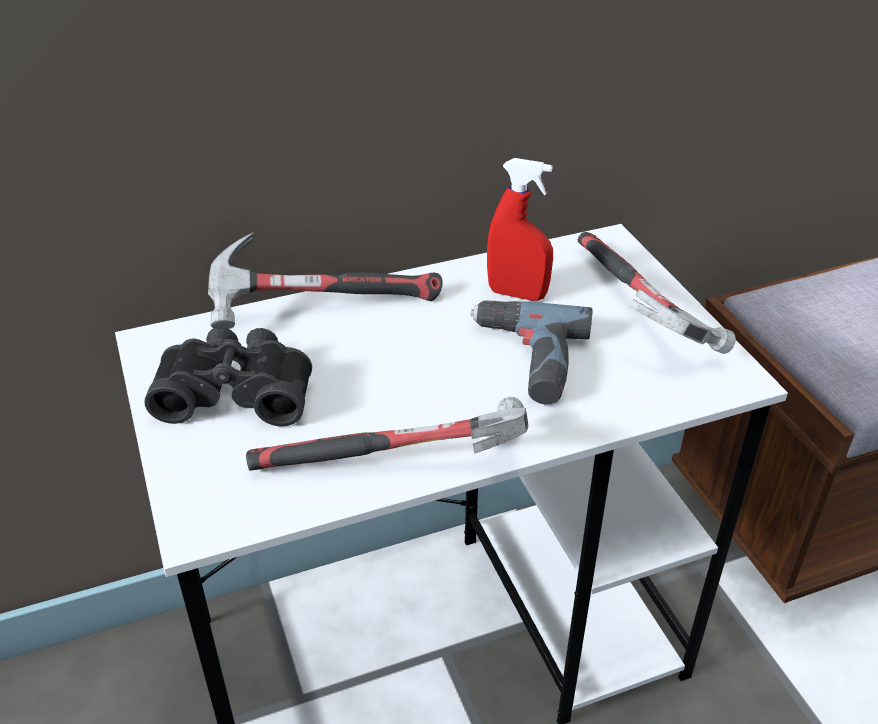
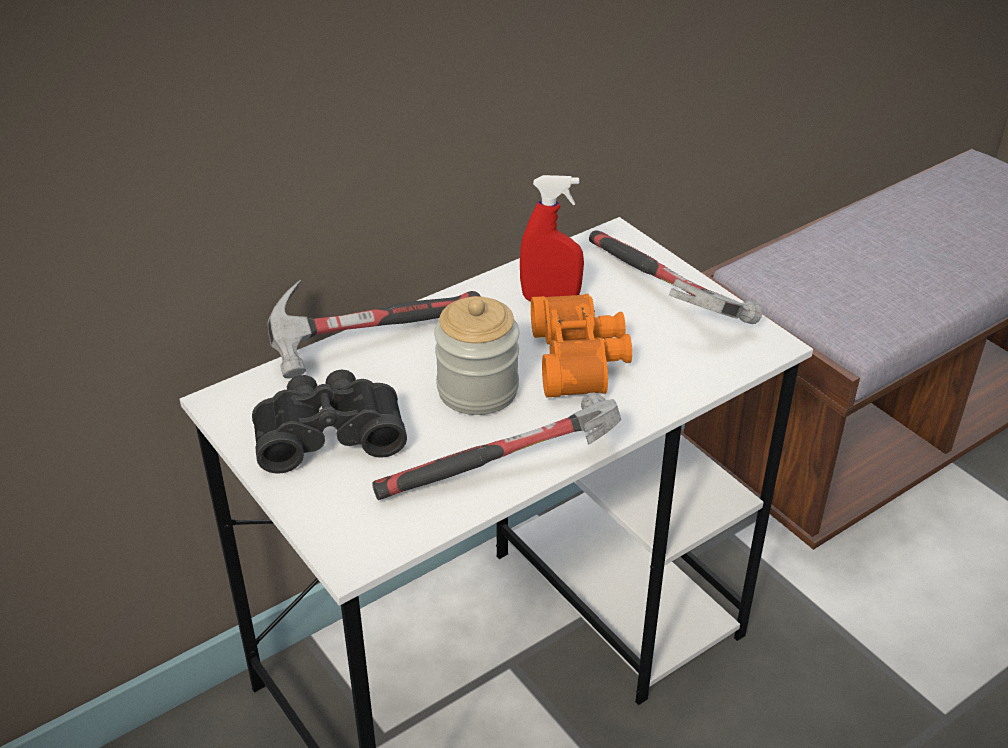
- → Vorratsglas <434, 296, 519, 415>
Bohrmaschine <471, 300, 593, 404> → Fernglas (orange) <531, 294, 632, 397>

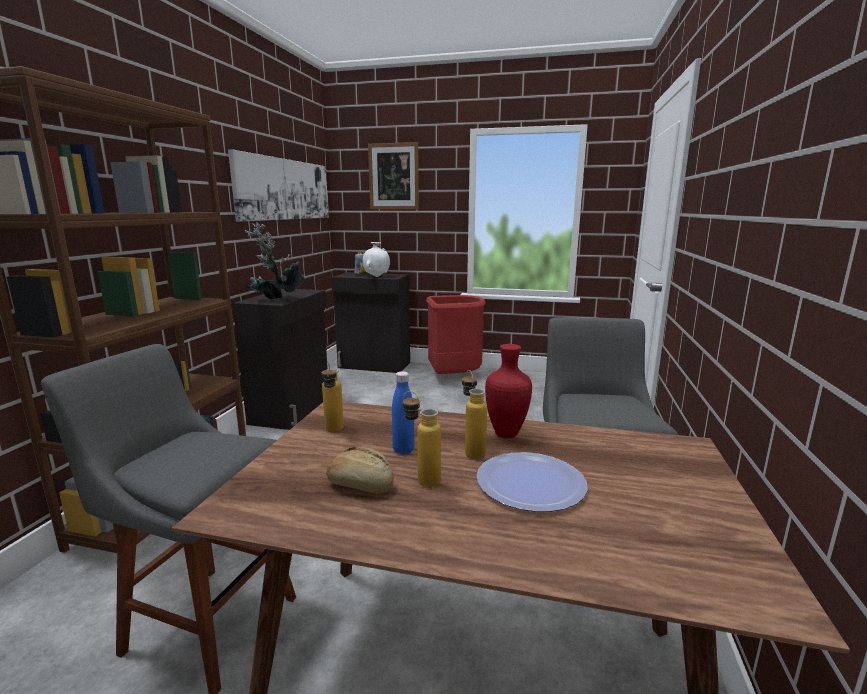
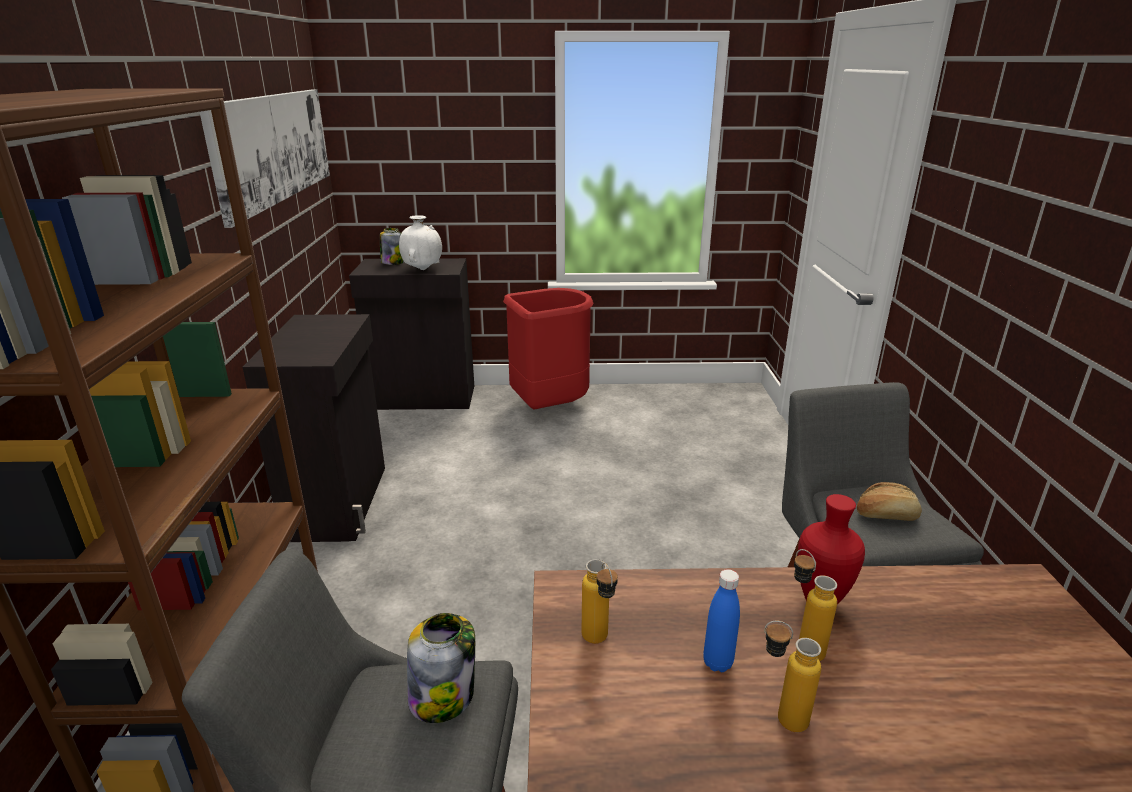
Topfpflanze <245, 222, 305, 299> → -
Bild <368, 142, 419, 209> → -
Teller <476, 452, 588, 512> → -
- → Vorratsglas <407, 613, 475, 723>
Brot <326, 446, 394, 494> → Brot <857, 482, 922, 521>, relocated

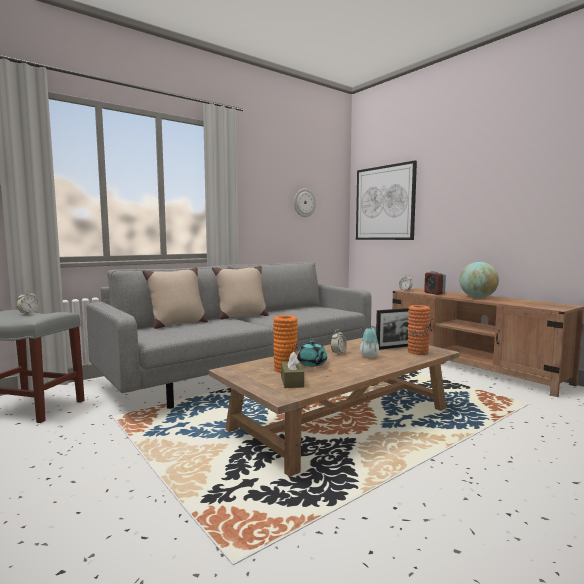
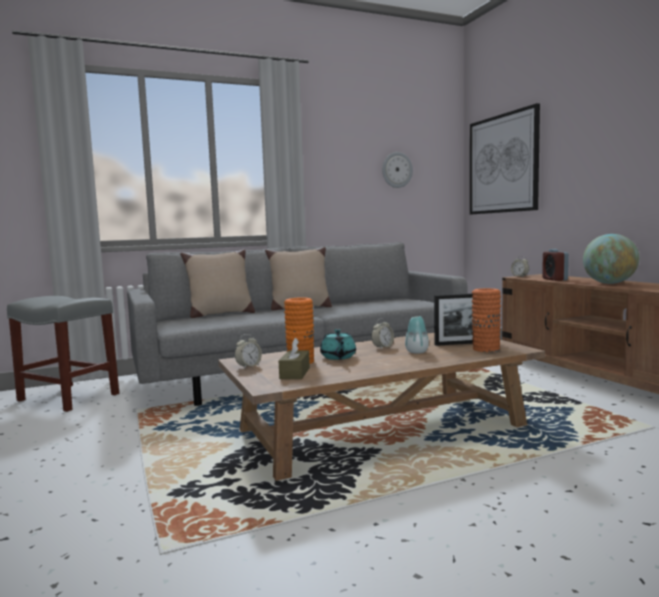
Wecker <17, 290, 40, 314> → Wecker <235, 334, 262, 369>, relocated

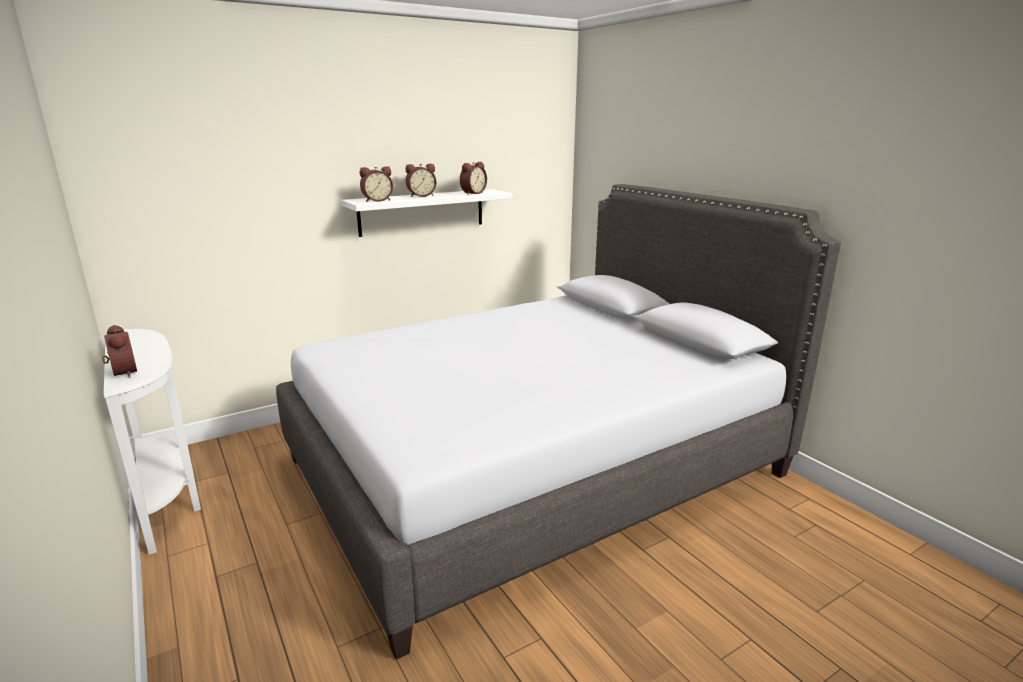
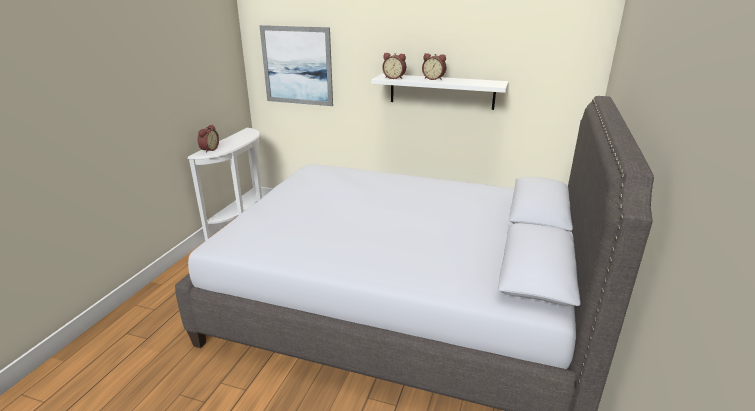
Wecker <460, 162, 487, 194> → -
- → Bild <260, 25, 333, 106>

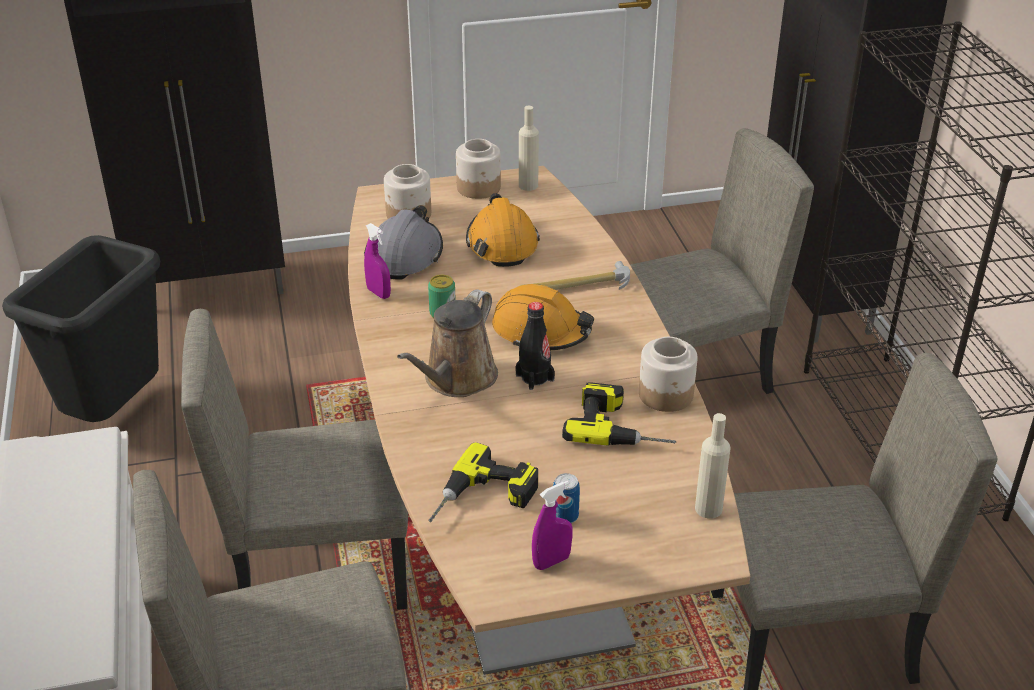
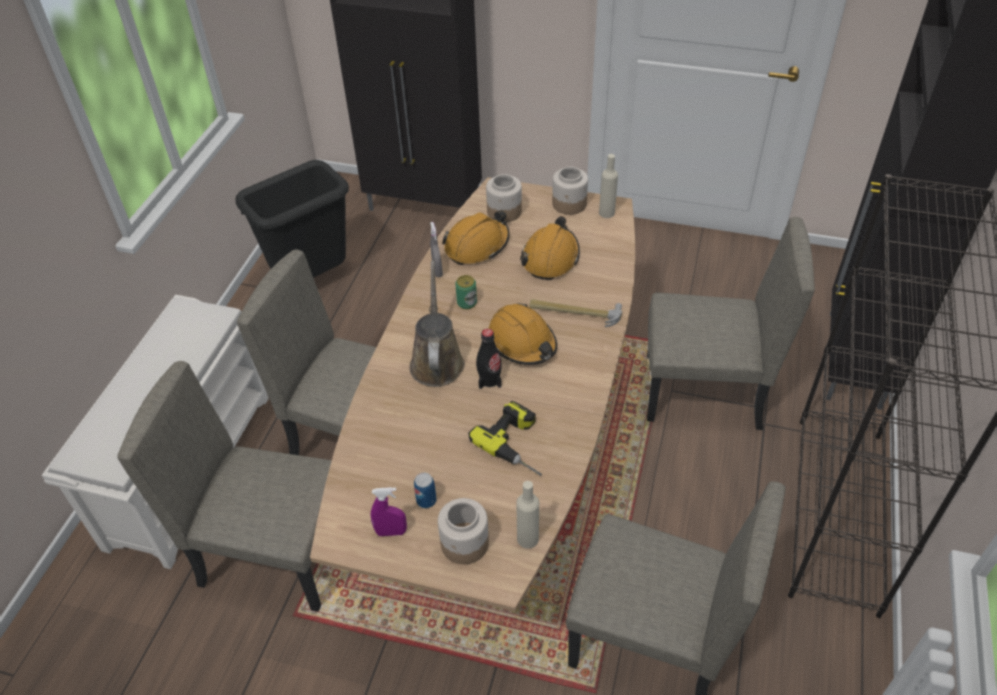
Bohrmaschine <428, 442, 538, 522> → -
Vorratsglas <639, 337, 697, 412> → Vorratsglas <438, 498, 489, 564>, relocated
Schutzhelm (grau) <364, 205, 443, 280> → Schutzhelm (orange) <442, 211, 510, 265>
Sprühflasche (lila) <364, 223, 391, 299> → Sprühflasche (grau) <430, 222, 443, 277>
Gießkanne (braun) <397, 289, 498, 397> → Gießkanne (braun) <409, 261, 465, 387>, 120 degrees clockwise

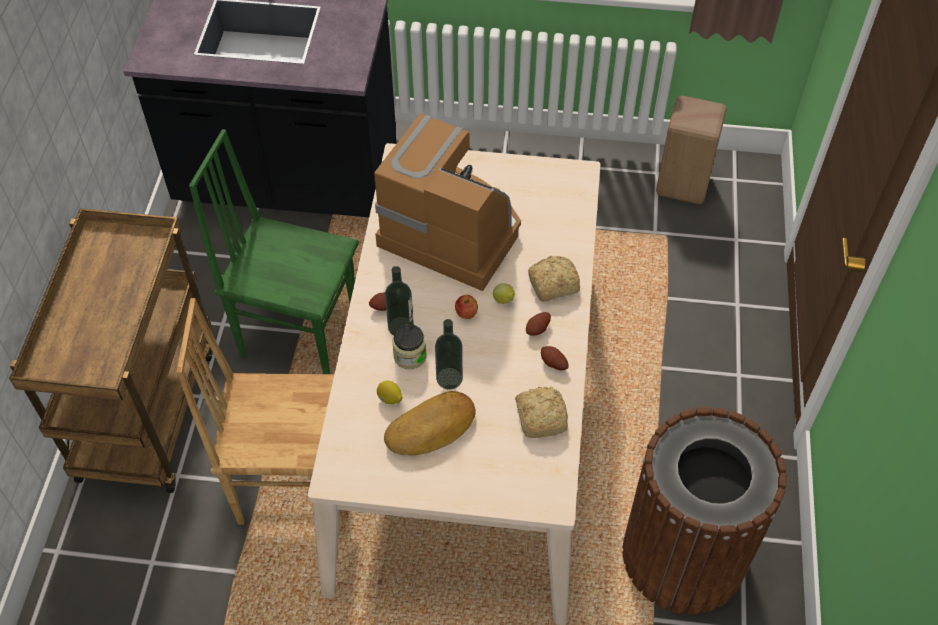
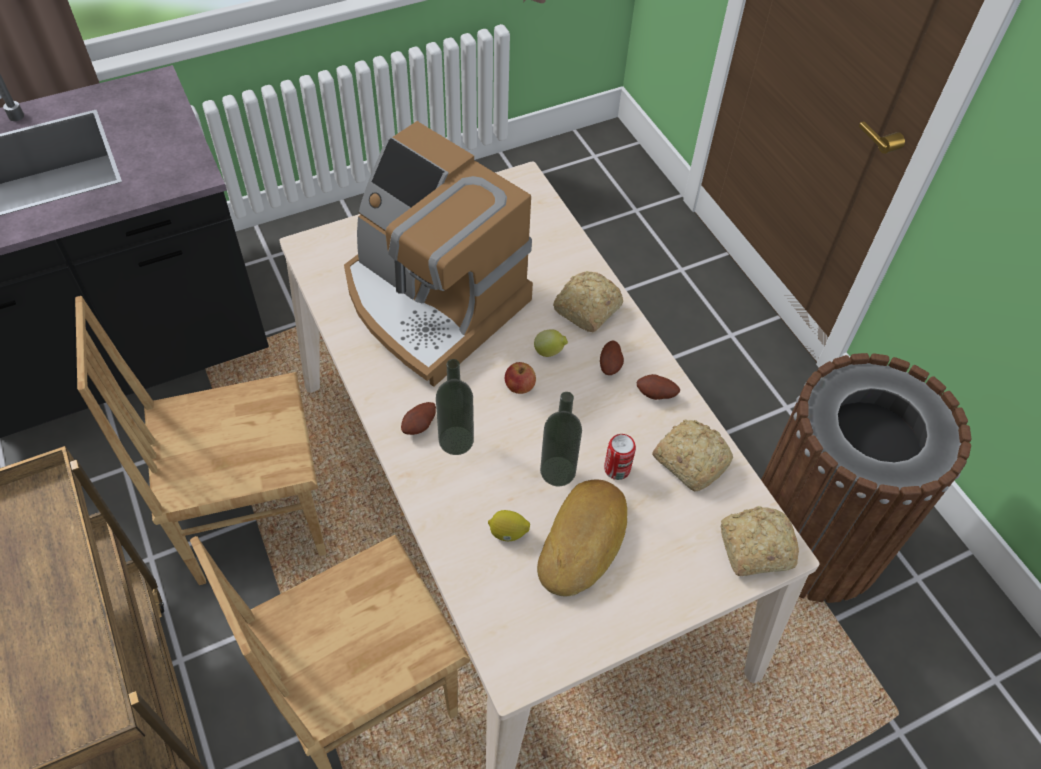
Vorratsglas <392, 324, 427, 369> → -
Hocker (beige) <656, 96, 726, 204> → -
- → Dose <604, 434, 636, 480>
- → Brot <721, 506, 799, 576>
Stuhl (grün) <189, 129, 359, 374> → Stuhl (braun) <75, 296, 326, 585>
Kaffeemaschine <374, 114, 521, 291> → Kaffeemaschine <344, 121, 533, 387>, 135 degrees counterclockwise

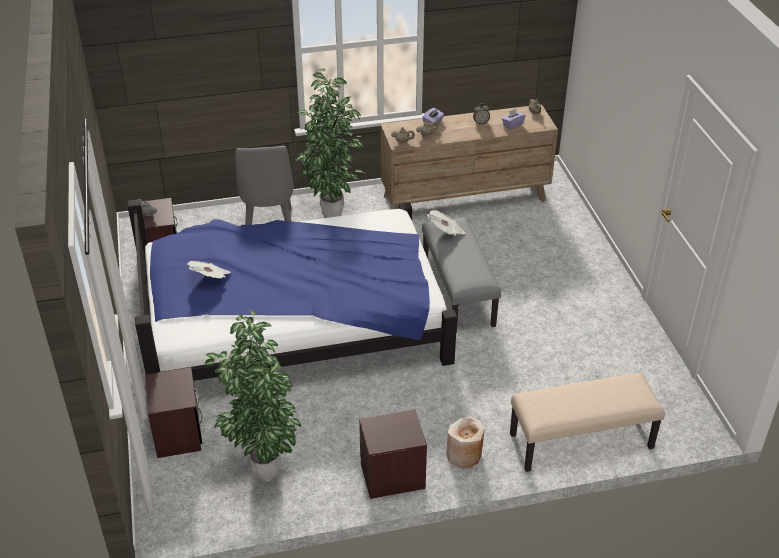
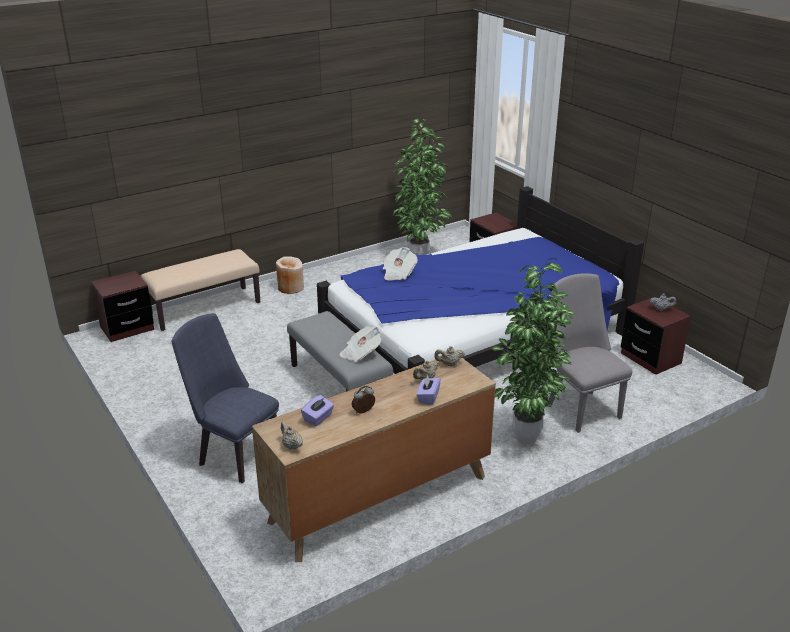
- → Stuhl (blau) <172, 313, 279, 483>
Zeitung <187, 261, 231, 279> → Zeitung <383, 247, 418, 281>, relocated
Nachttisch (braun) <359, 409, 427, 499> → Nachttisch (braun) <91, 271, 154, 342>, relocated

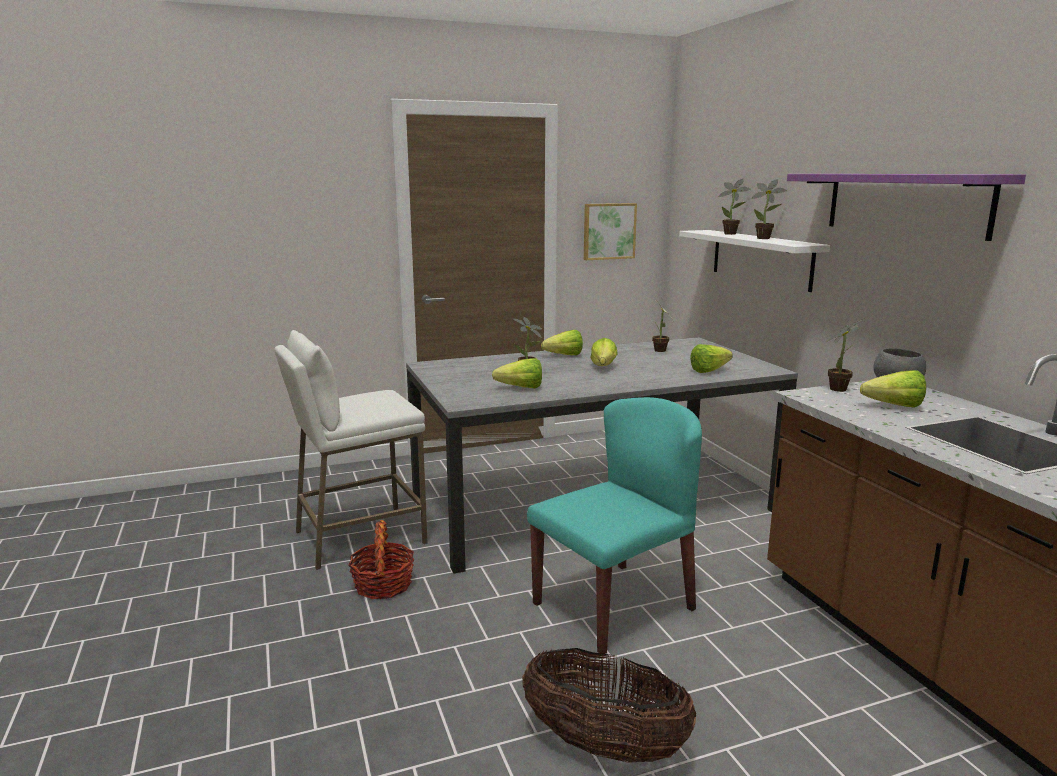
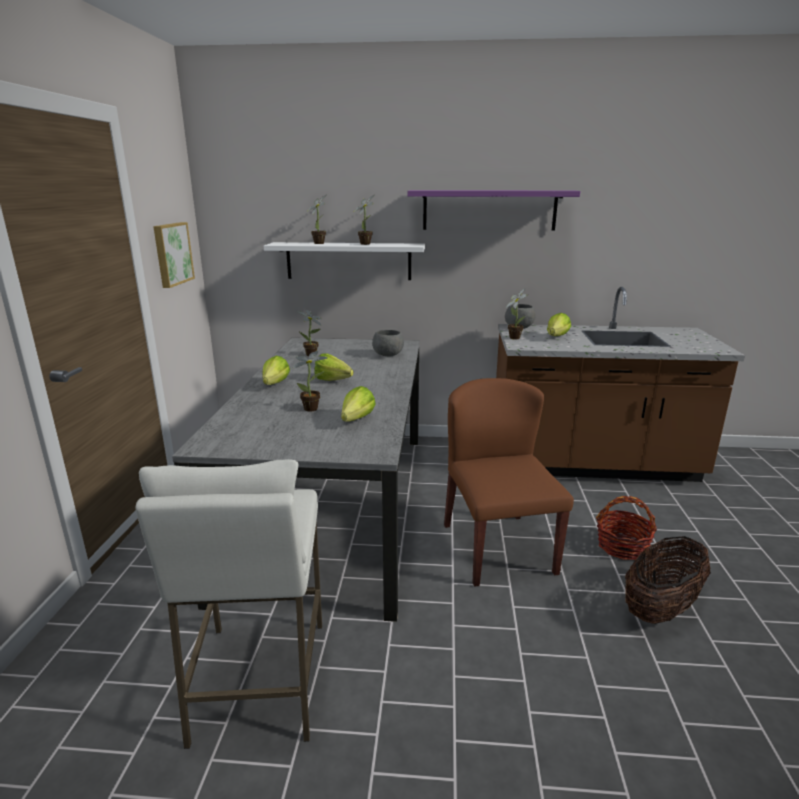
Korb <348, 520, 415, 599> → Korb <596, 496, 657, 560>, relocated
Salatkopf <690, 344, 733, 373> → Schüssel (grau) <372, 330, 404, 357>
Stuhl (türkis) <527, 397, 702, 654> → Stuhl (braun) <444, 378, 574, 587>

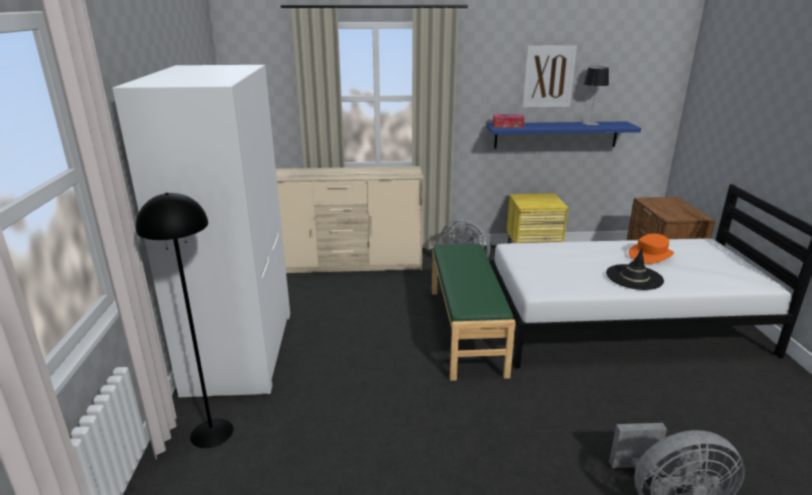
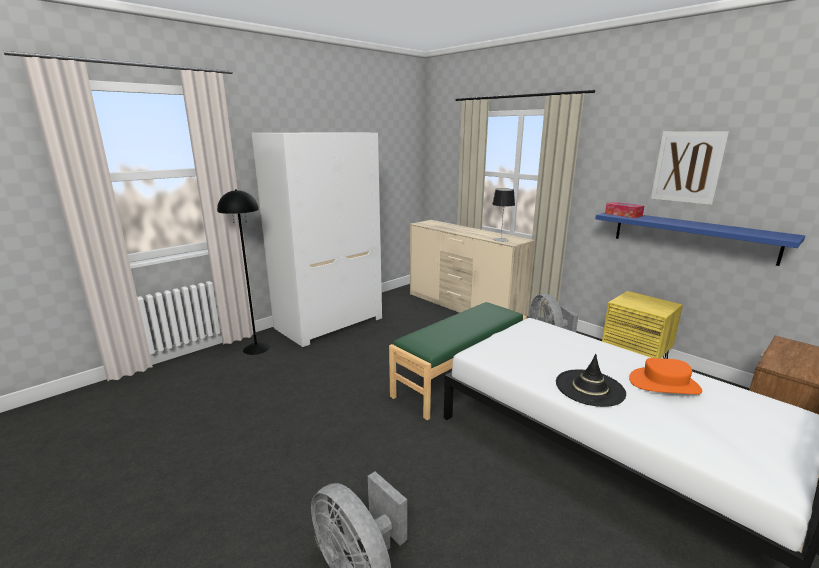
Tischlampe <582, 66, 609, 125> → Tischlampe <492, 188, 515, 242>, relocated

